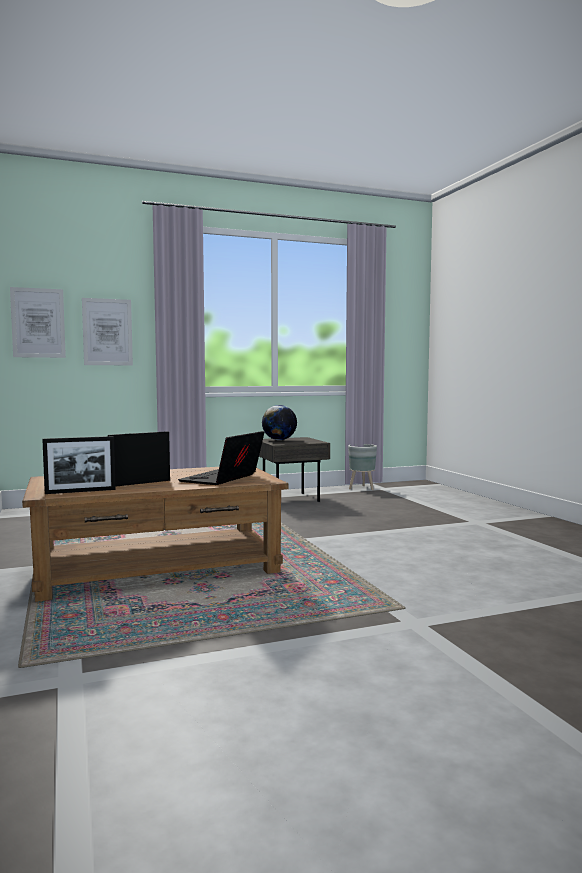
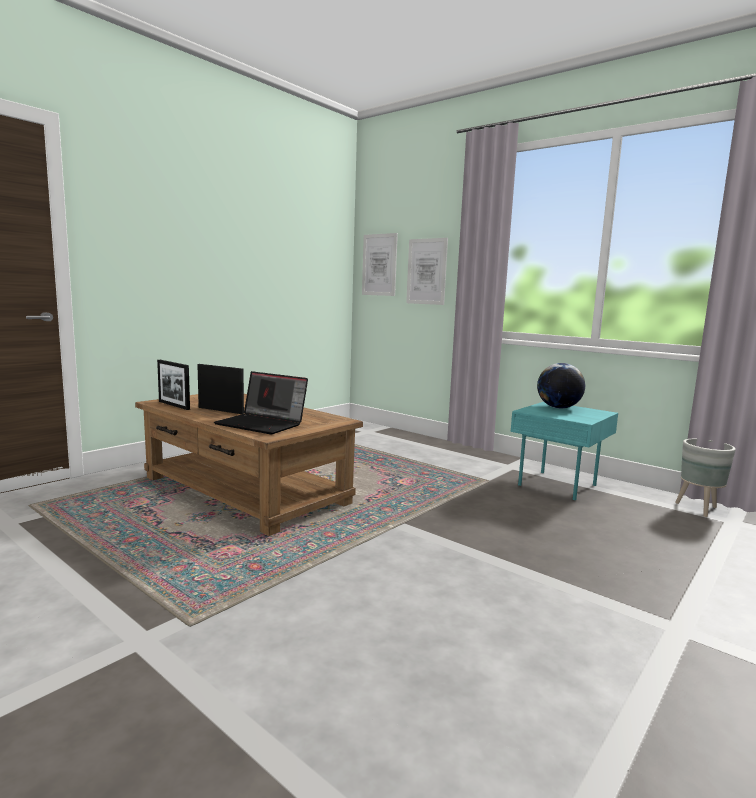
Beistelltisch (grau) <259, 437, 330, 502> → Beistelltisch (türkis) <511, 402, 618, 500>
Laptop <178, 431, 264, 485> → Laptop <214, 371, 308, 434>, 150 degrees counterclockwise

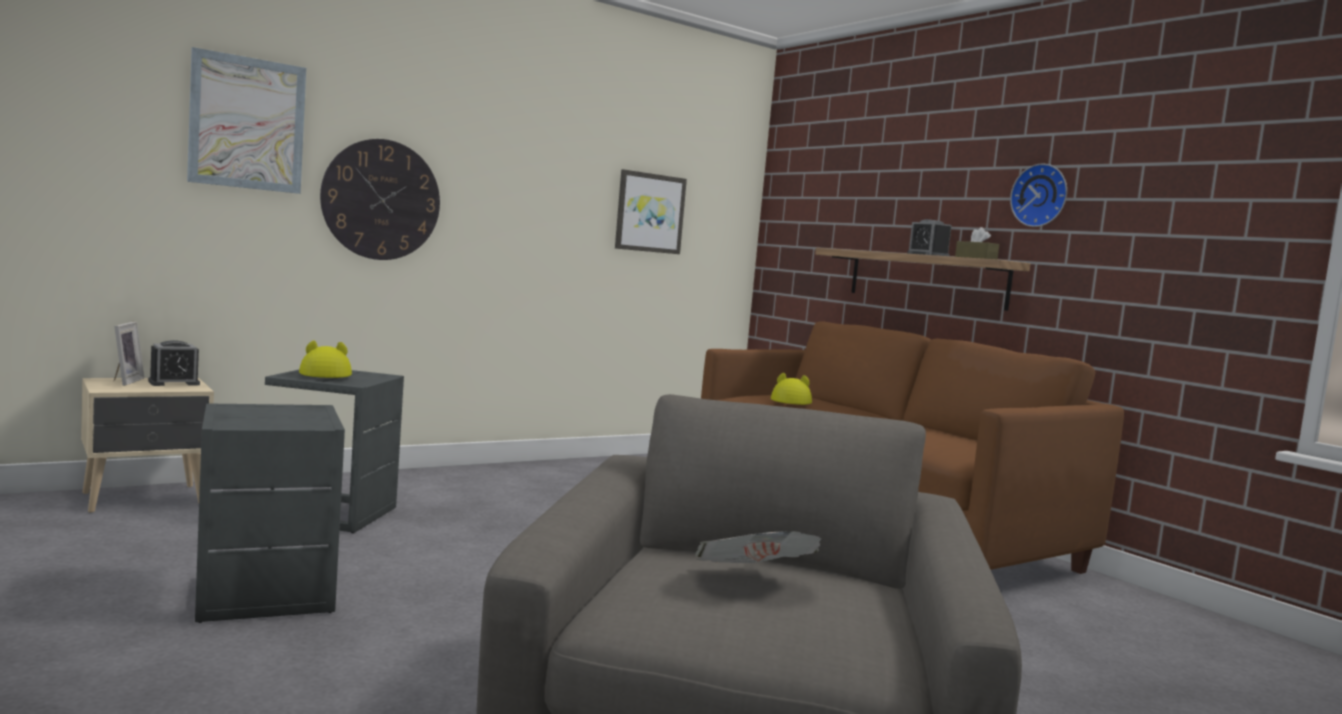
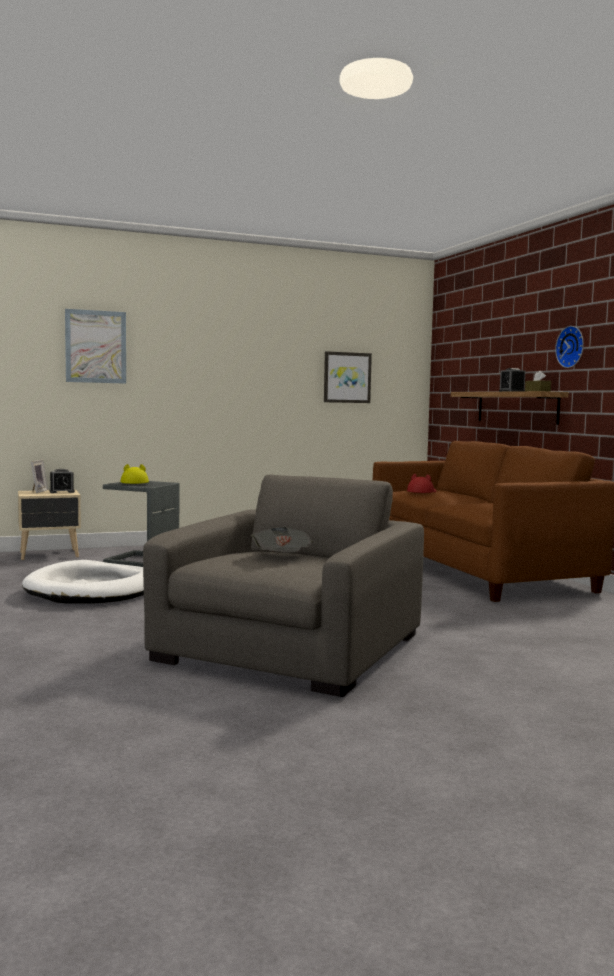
Wanduhr <320, 139, 440, 260> → -
Beistelltisch (grau) <195, 404, 345, 623> → Hundebett (weiß) <22, 560, 144, 604>
Hut (gelb) <771, 373, 812, 405> → Hut (rot) <407, 474, 437, 493>

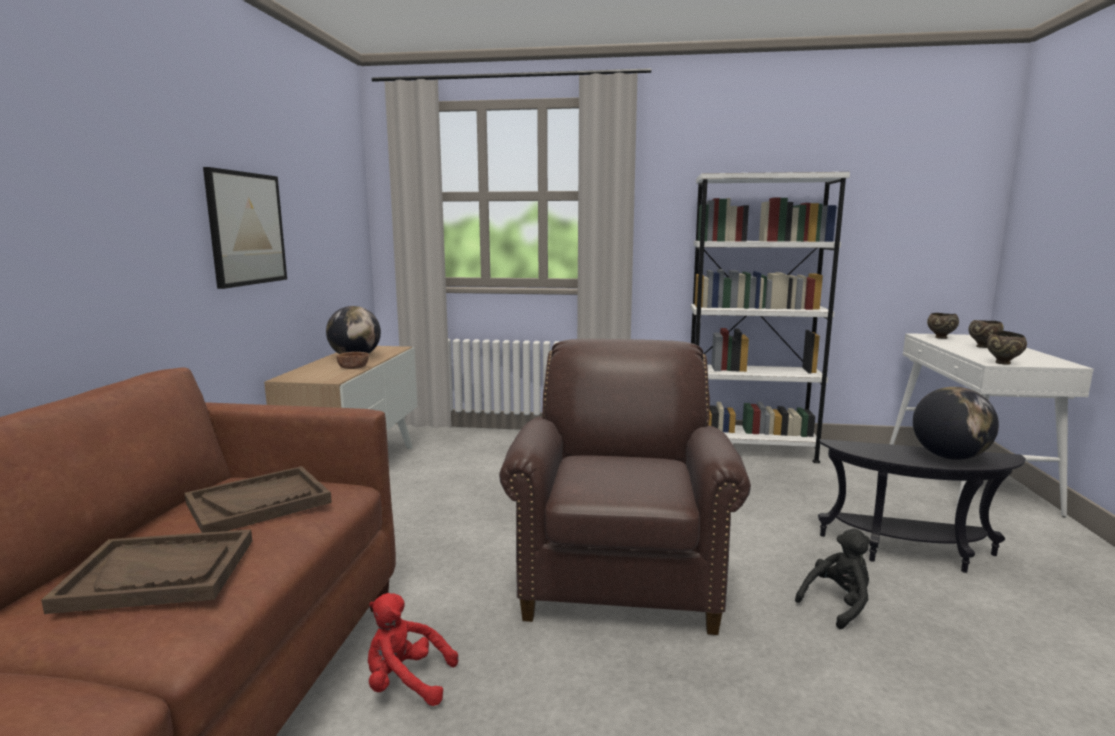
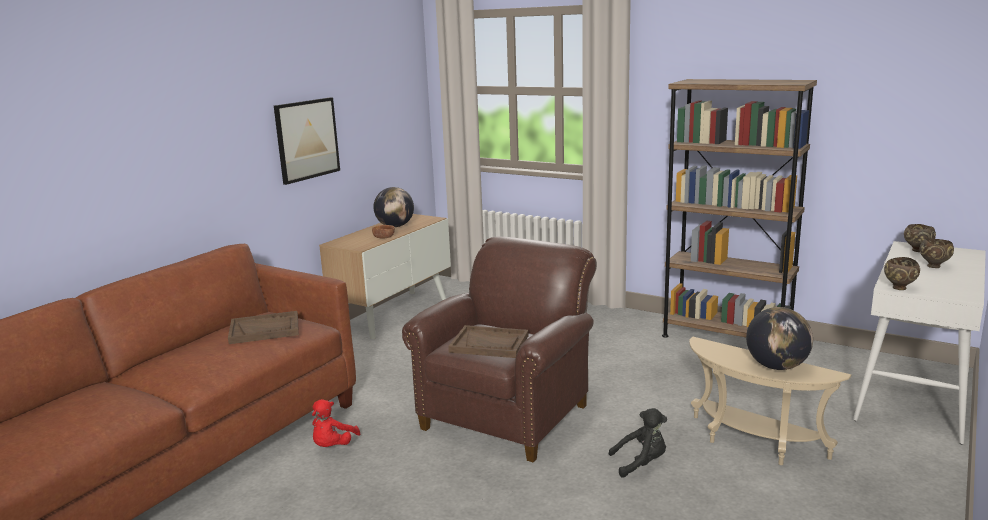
Tablett (braun) <41, 529, 252, 614> → Tablett (braun) <448, 325, 529, 358>, relocated
Bücherregal (weiß) <691, 172, 850, 463> → Bücherregal (braun) <662, 79, 817, 338>
Beistelltisch (schwarz) <818, 439, 1026, 573> → Beistelltisch (beige) <689, 337, 851, 465>
Plüschtier (rot) <368, 593, 458, 706> → Plüschtier (rot) <312, 399, 361, 447>, 105 degrees counterclockwise

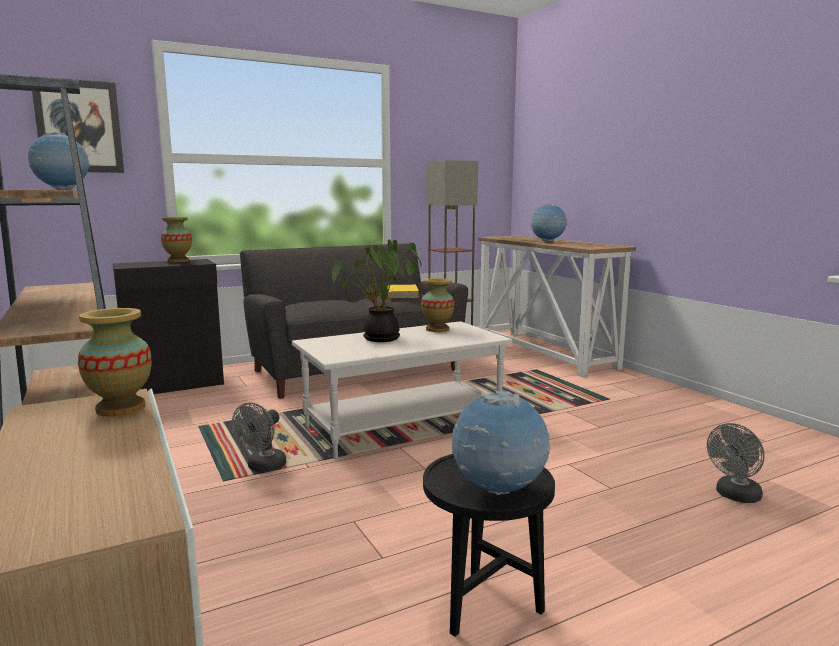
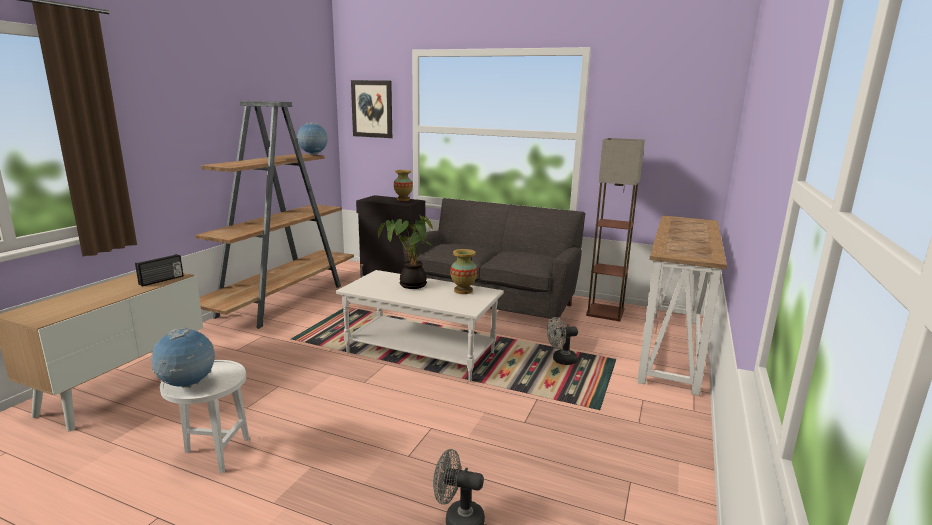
Buch (gelb) <387, 285, 419, 298> → -
Globus <531, 204, 567, 242> → -
Ventilator (grau) <232, 402, 286, 472> → Ventilator (grau) <547, 317, 578, 365>, relocated
Vase <78, 308, 152, 417> → Radio <135, 254, 183, 287>
Beistelltisch (schwarz) <423, 454, 555, 637> → Beistelltisch (weiß) <160, 360, 249, 473>

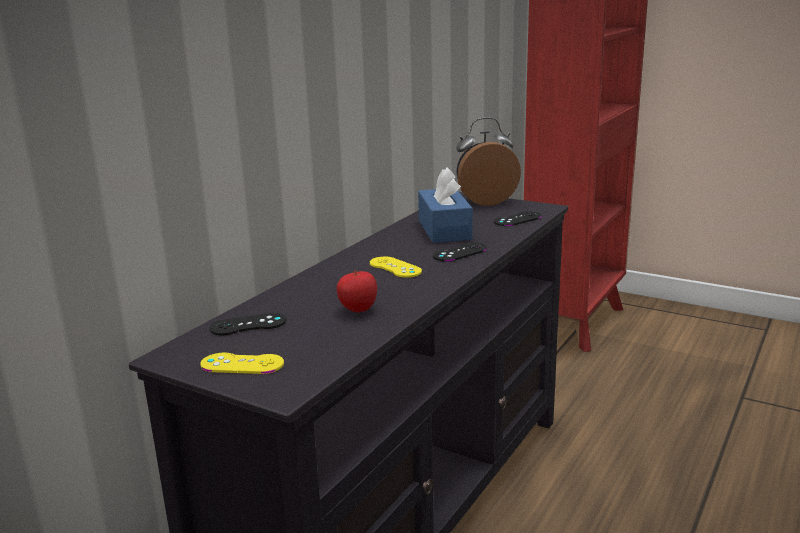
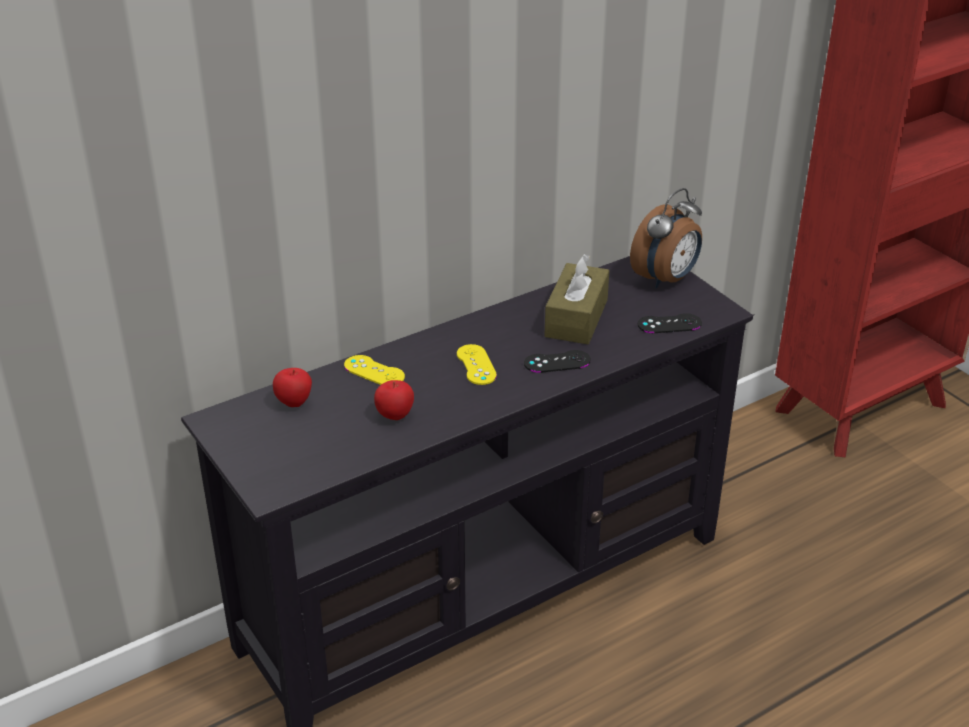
Gamepad (gelb) <201, 352, 284, 374> → Gamepad (gelb) <344, 355, 405, 385>, relocated
Gamepad (schwarz) <209, 313, 286, 335> → Apfel <273, 368, 312, 407>
Taschentuchbox (blau) <418, 168, 473, 243> → Taschentuchbox (braun) <544, 254, 609, 344>
Wecker <456, 117, 521, 206> → Wecker <630, 188, 702, 289>, 120 degrees clockwise

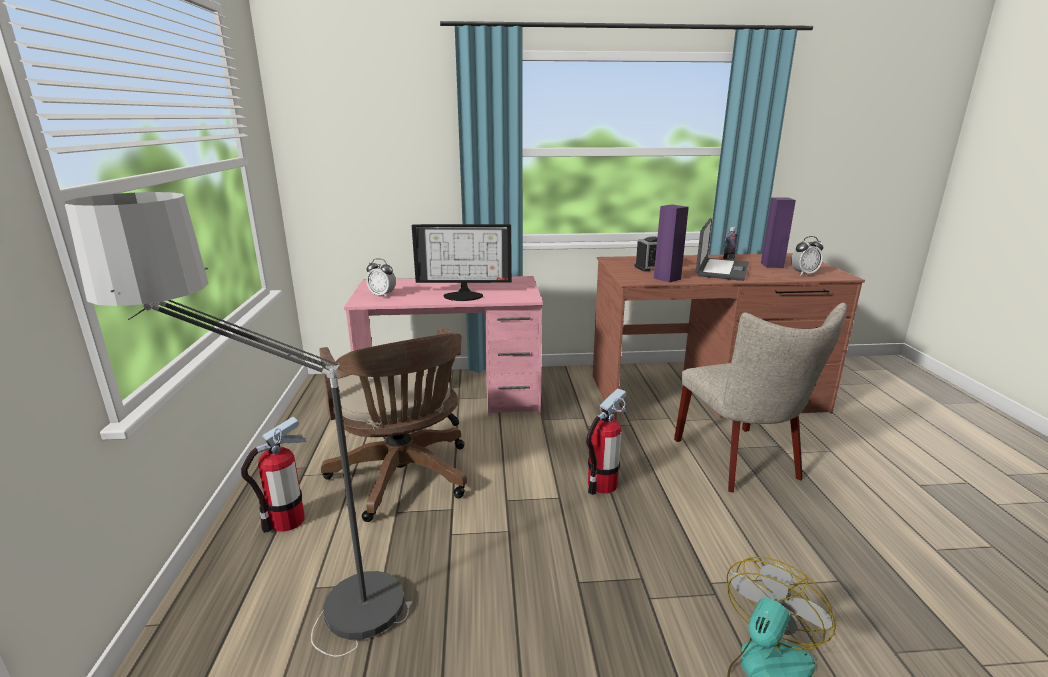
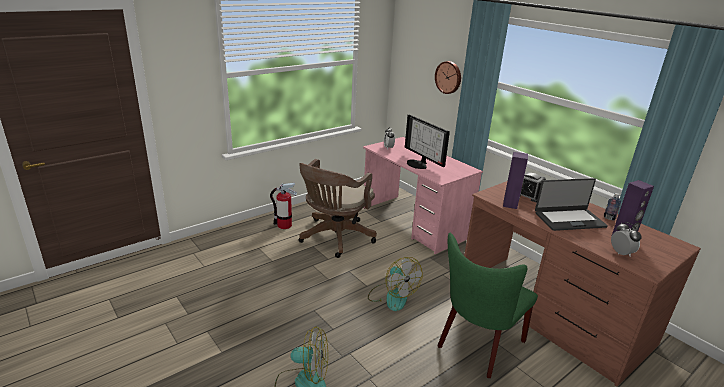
Stehlampe <65, 192, 412, 657> → -
- → Wanduhr <435, 61, 461, 94>
Feuerlöscher <586, 388, 626, 495> → Ventilator <368, 257, 423, 311>
Stuhl (beige) <674, 303, 847, 493> → Stuhl (grün) <437, 232, 538, 378>
Wecker <791, 236, 824, 276> → Wecker <611, 222, 642, 257>, 150 degrees counterclockwise

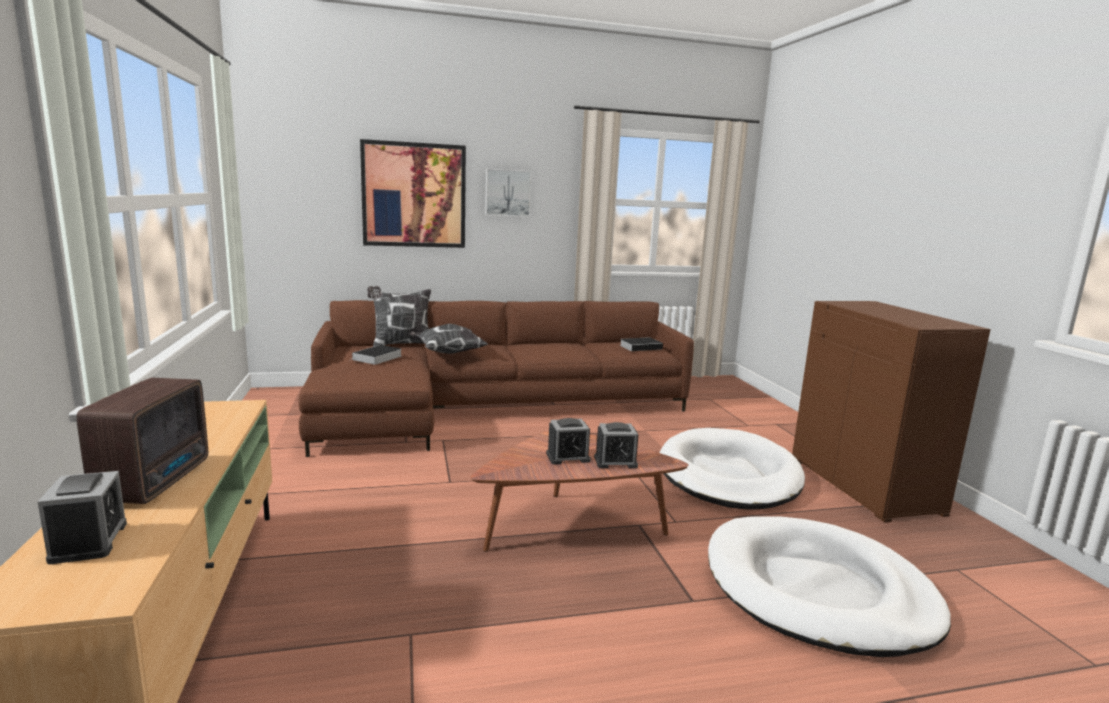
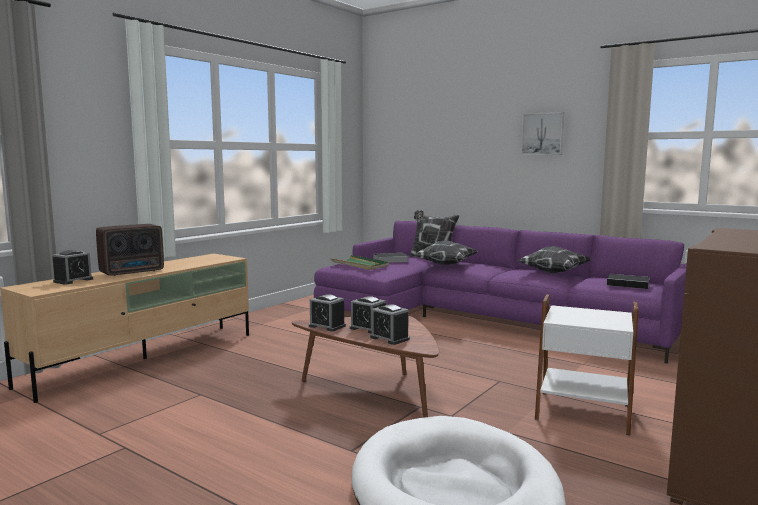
Bild <360, 139, 466, 248> → -
- → Wecker <309, 294, 346, 331>
- → Tablett (grün) <331, 255, 389, 270>
- → Kissen <517, 246, 591, 273>
Hundebett (weiß) <660, 428, 805, 510> → Beistelltisch (weiß) <535, 294, 639, 436>
Sofa (braun) <298, 300, 694, 457> → Sofa (lila) <314, 221, 687, 364>

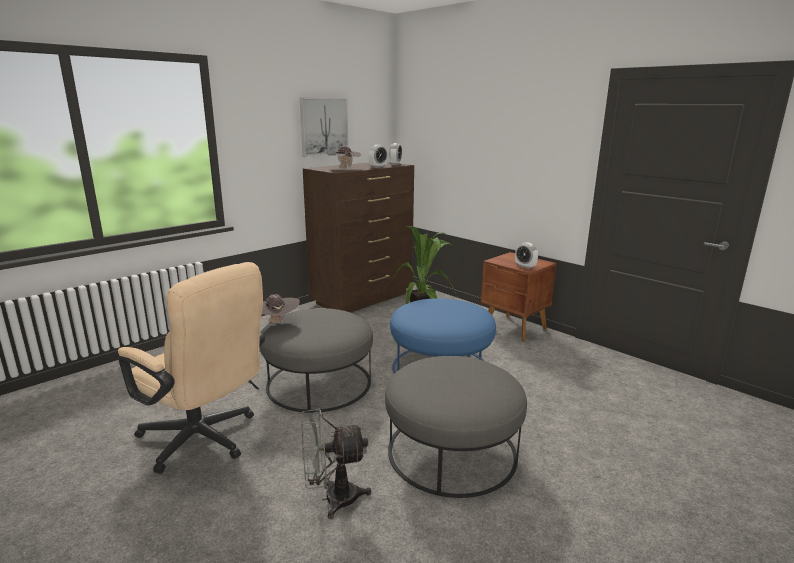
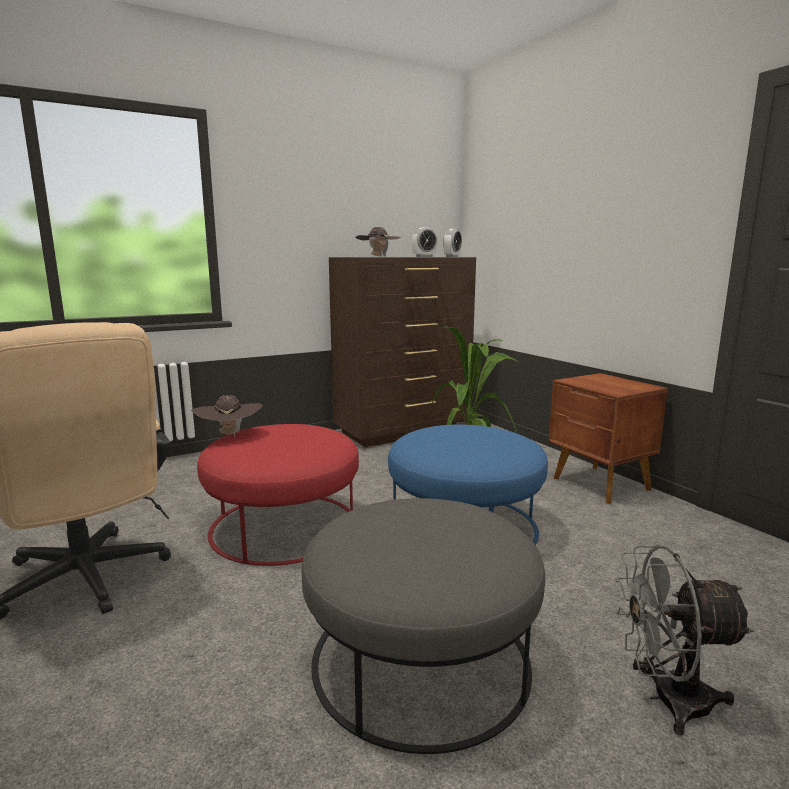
Bild <300, 97, 349, 157> → -
Wecker <515, 242, 538, 269> → -
Ventilator (grau) <301, 408, 371, 519> → Ventilator (grau) <615, 545, 754, 735>, relocated
Polsterhocker (grau) <260, 308, 373, 413> → Polsterhocker (rot) <197, 424, 359, 566>

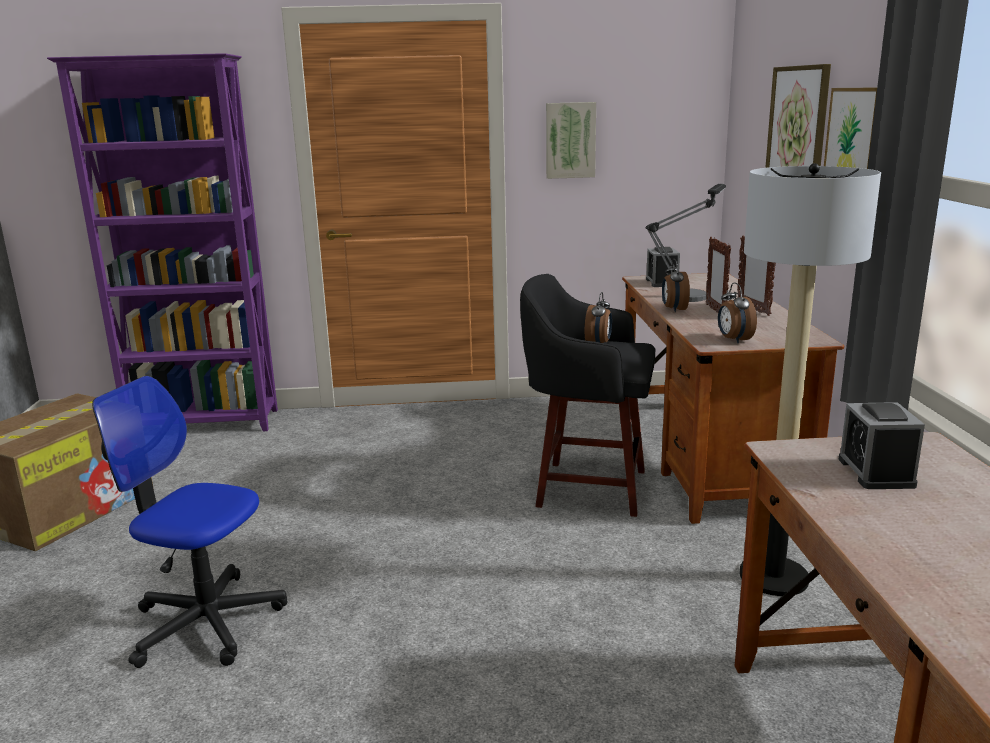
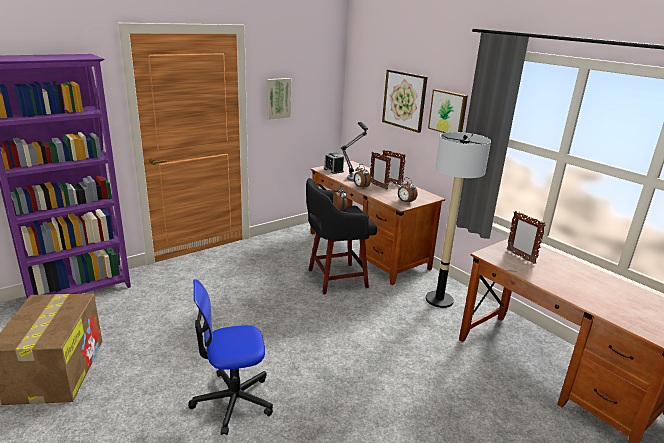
Wecker <838, 402, 925, 489> → Bilderrahmen <507, 211, 546, 264>

